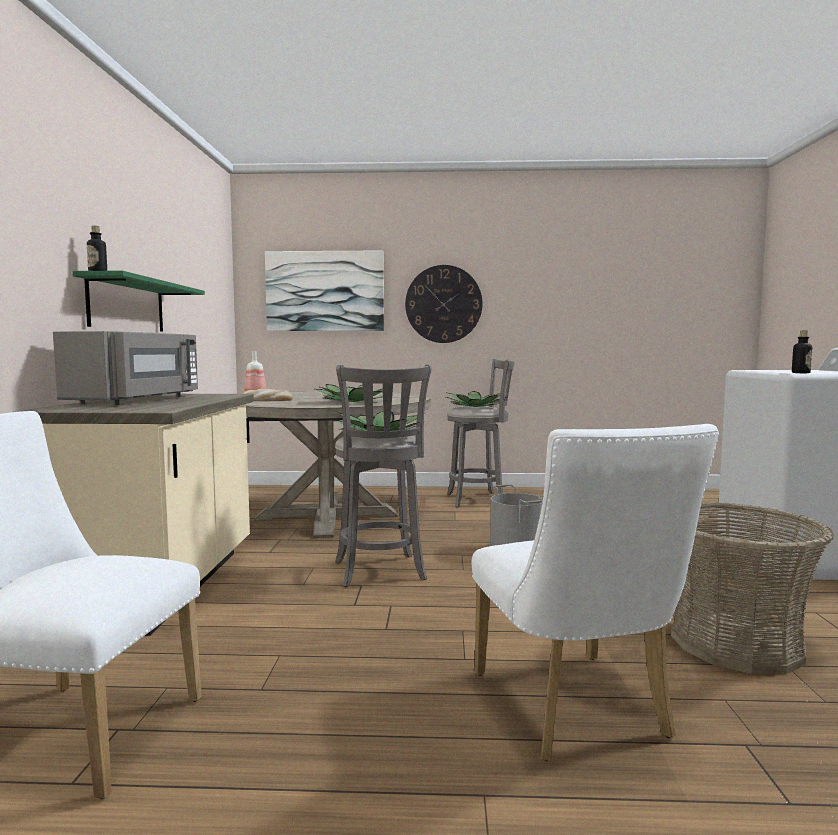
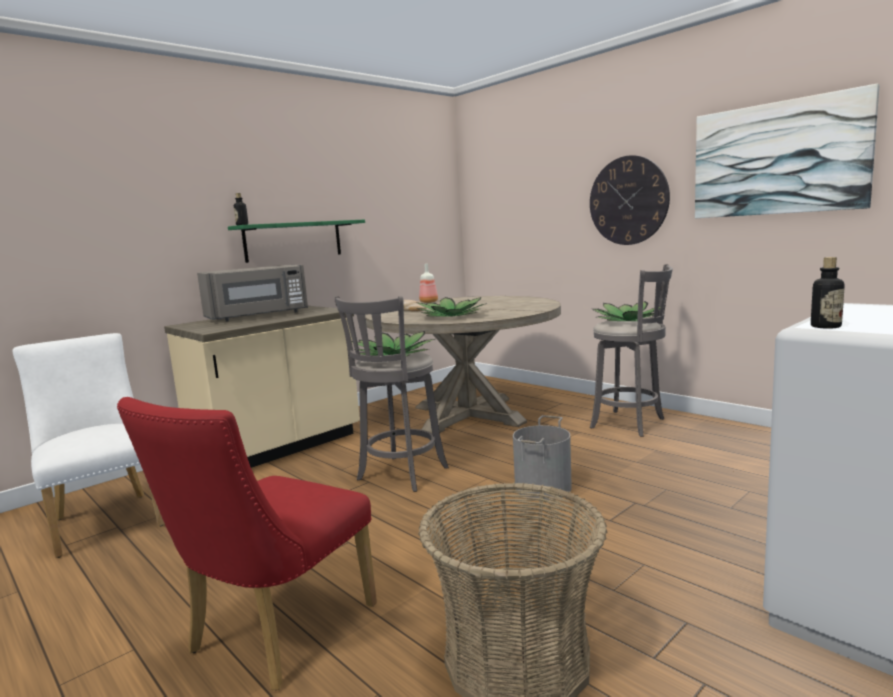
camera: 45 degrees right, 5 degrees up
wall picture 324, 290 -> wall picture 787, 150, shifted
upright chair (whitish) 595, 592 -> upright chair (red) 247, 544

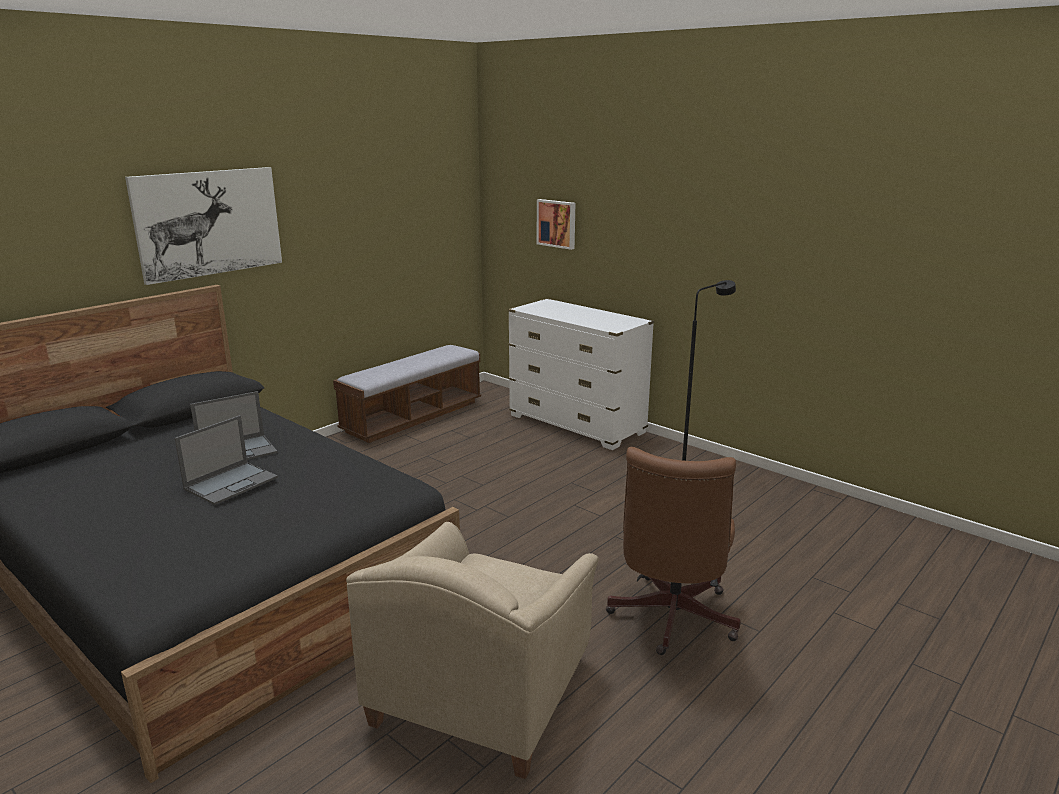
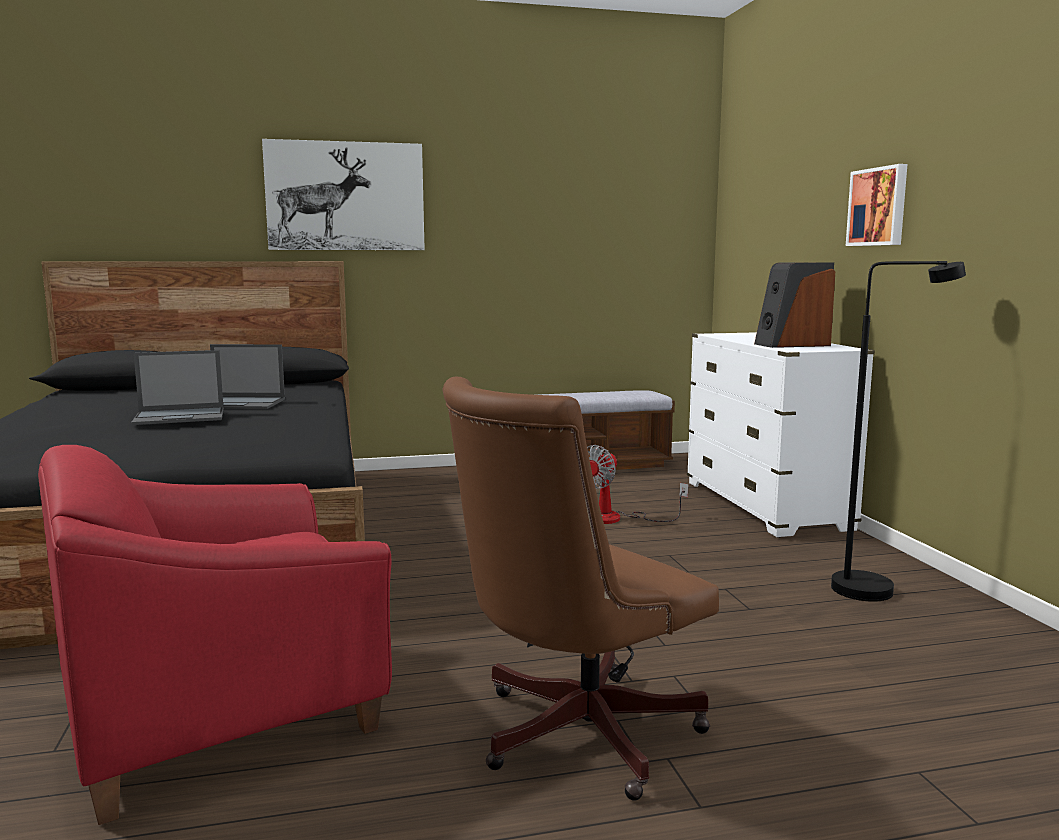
camera: 35 degrees right, 10 degrees down
none -> electric fan 637, 484
none -> audio speaker 794, 305
wall picture 556, 224 -> wall picture 876, 205, shifted
easy chair (sand-coloured) 472, 650 -> easy chair (red) 215, 635

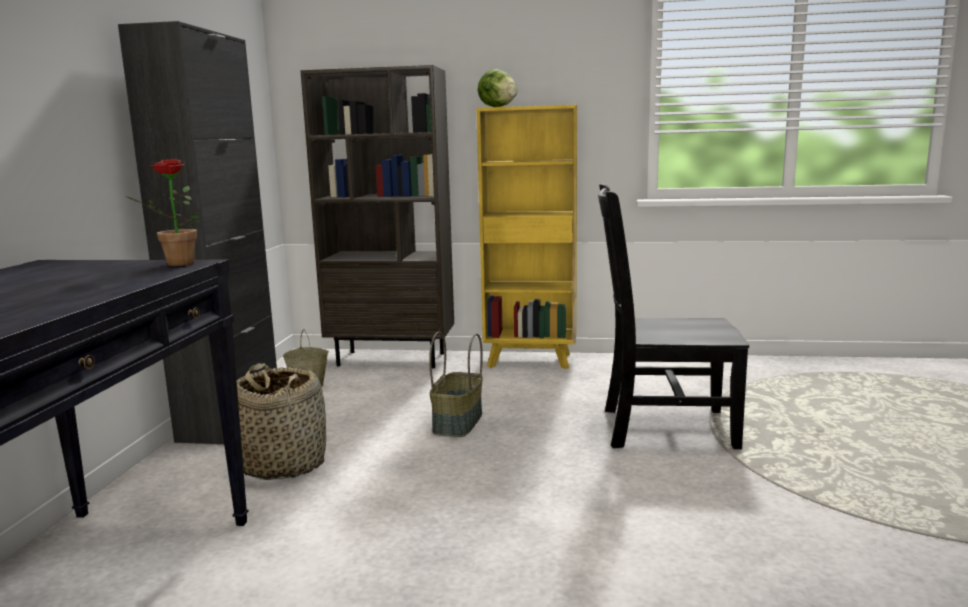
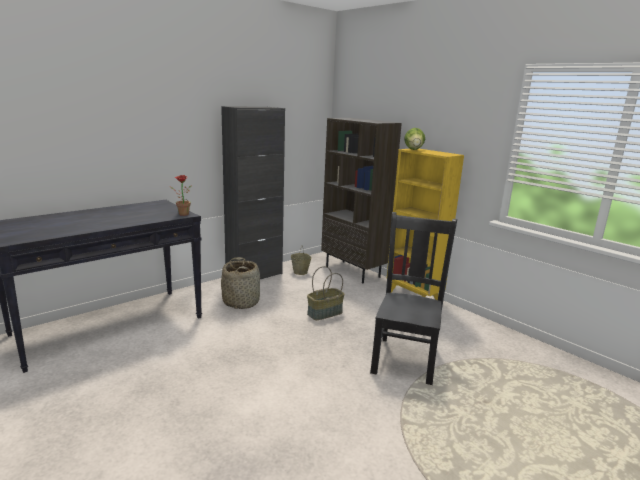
camera: 40 degrees right, 5 degrees up
upright chair (black-coloured) 673, 316 -> upright chair (black-coloured) 413, 298, 60 degrees clockwise

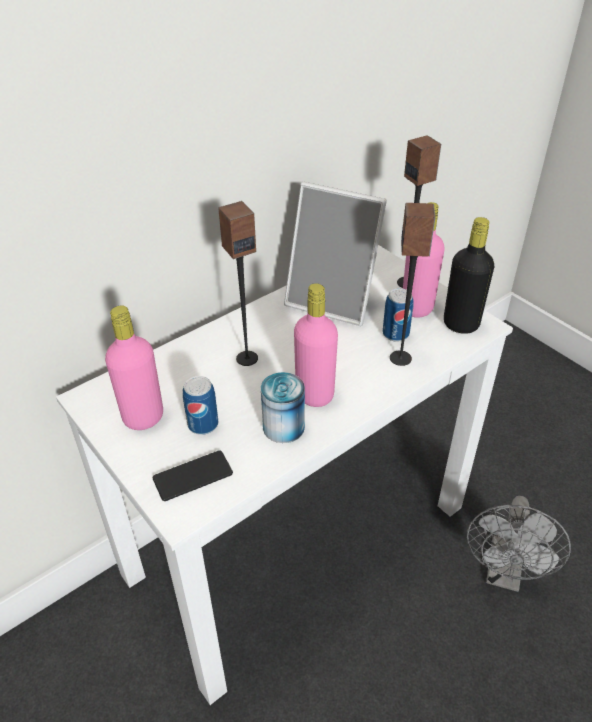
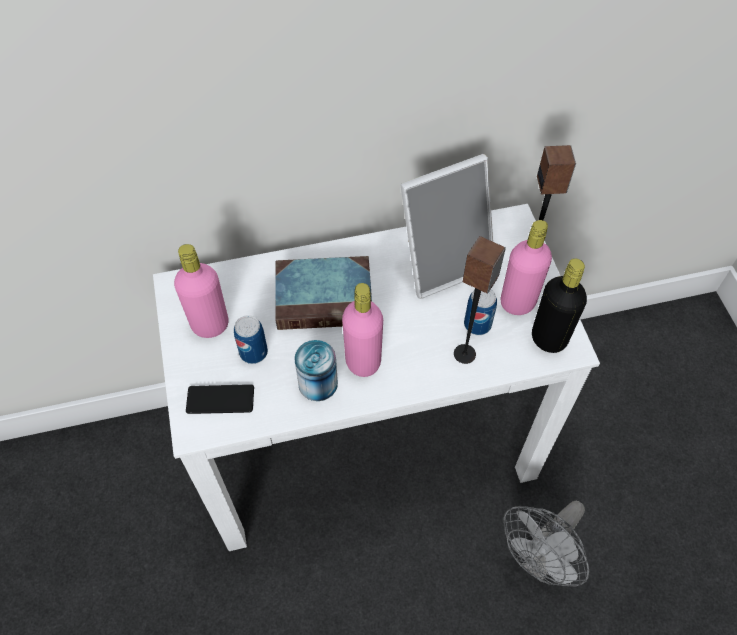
camera: 25 degrees right, 15 degrees up
audio speaker 238, 283 -> bound book 323, 293
standing frame 335, 254 -> standing frame 446, 226, 75 degrees counterclockwise

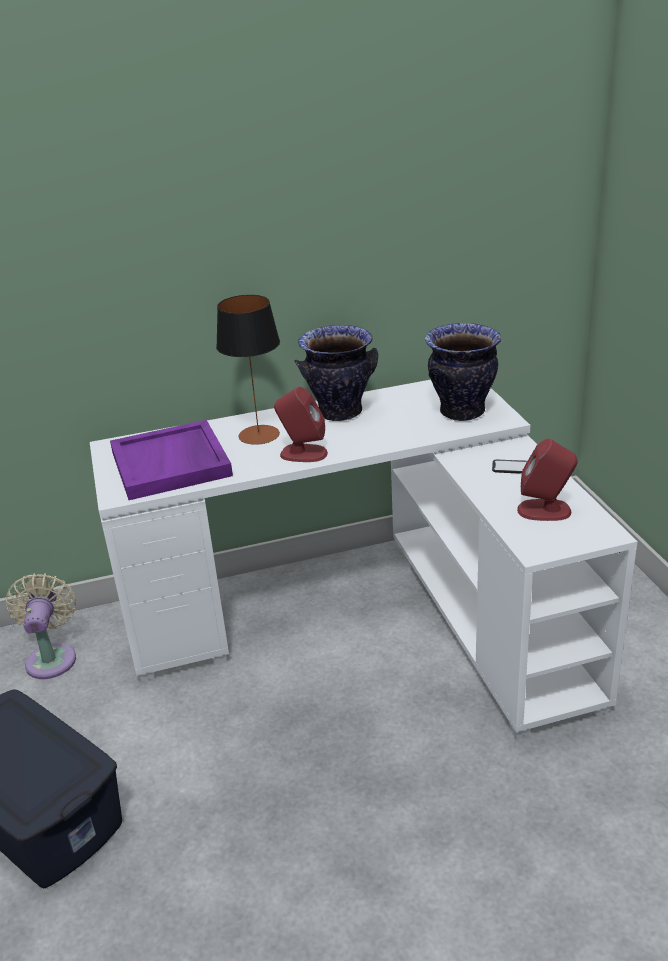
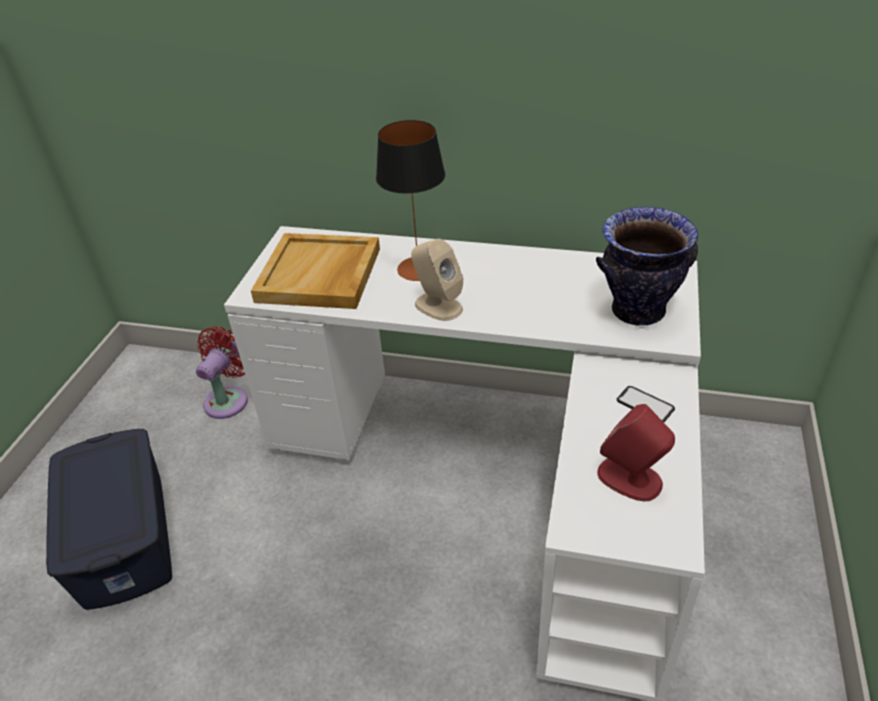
camera: 30 degrees right, 10 degrees up
flower vase 336, 373 -> none
electric fan (sand-coloured) 41, 626 -> electric fan (red) 222, 372
serving tray (purple) 171, 460 -> serving tray (sand-coloured) 315, 271
audio speaker (red) 301, 424 -> audio speaker (sand-coloured) 437, 280

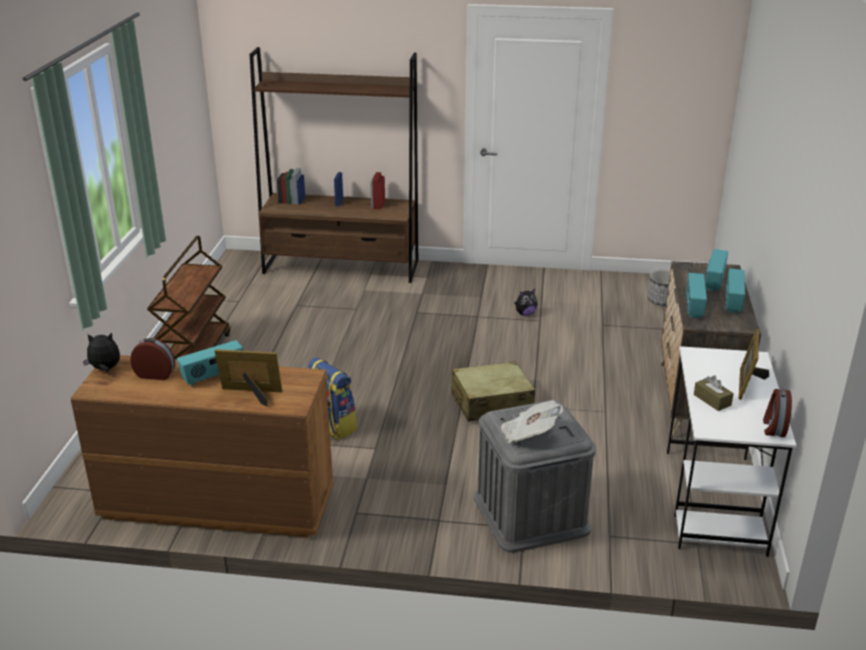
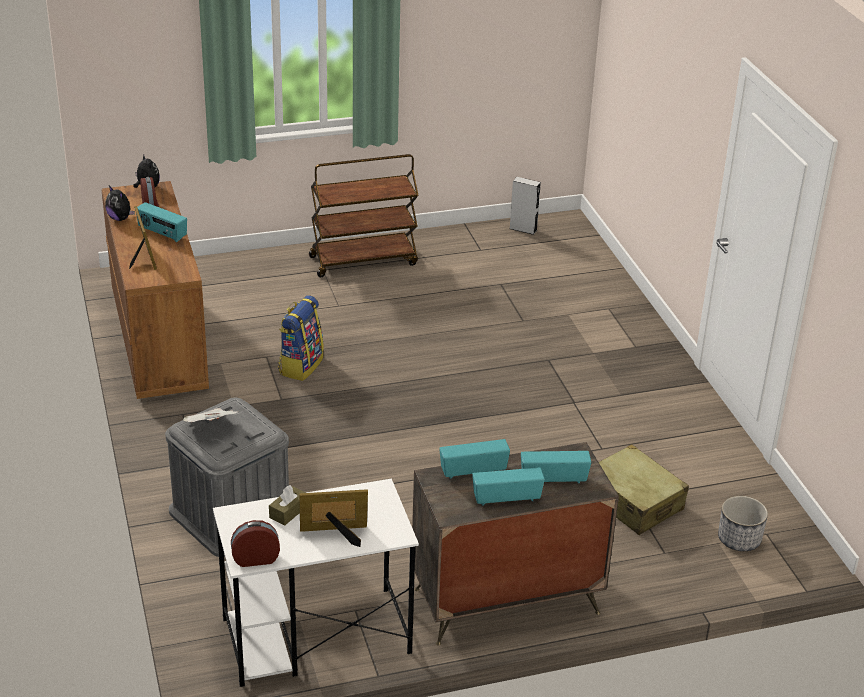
camera: 65 degrees right, 5 degrees up
bookshelf (brown-coloured) 334, 165 -> none
none -> audio speaker (grey) 525, 206
suitcase (sand-coloured) 493, 391 -> suitcase (sand-coloured) 644, 489, shifted
cuddly toy 526, 302 -> cuddly toy 120, 203, shifted

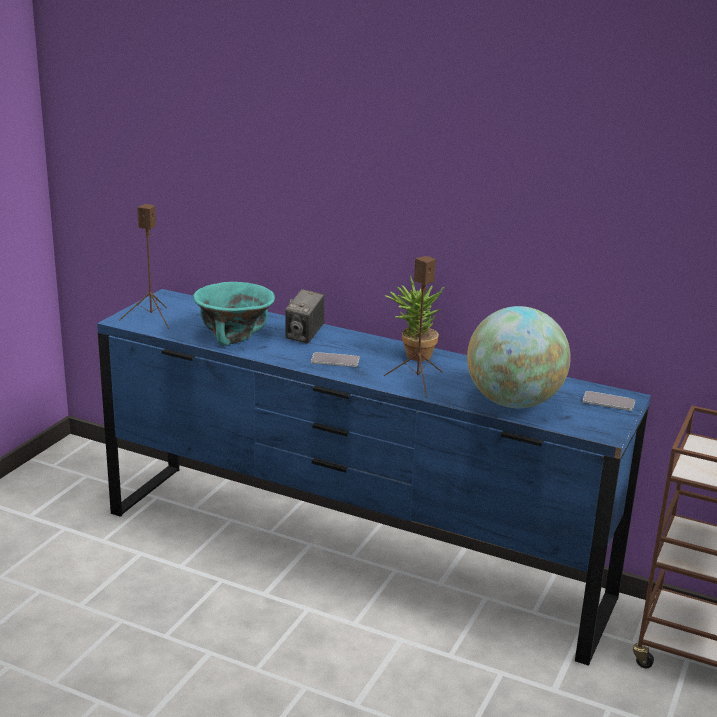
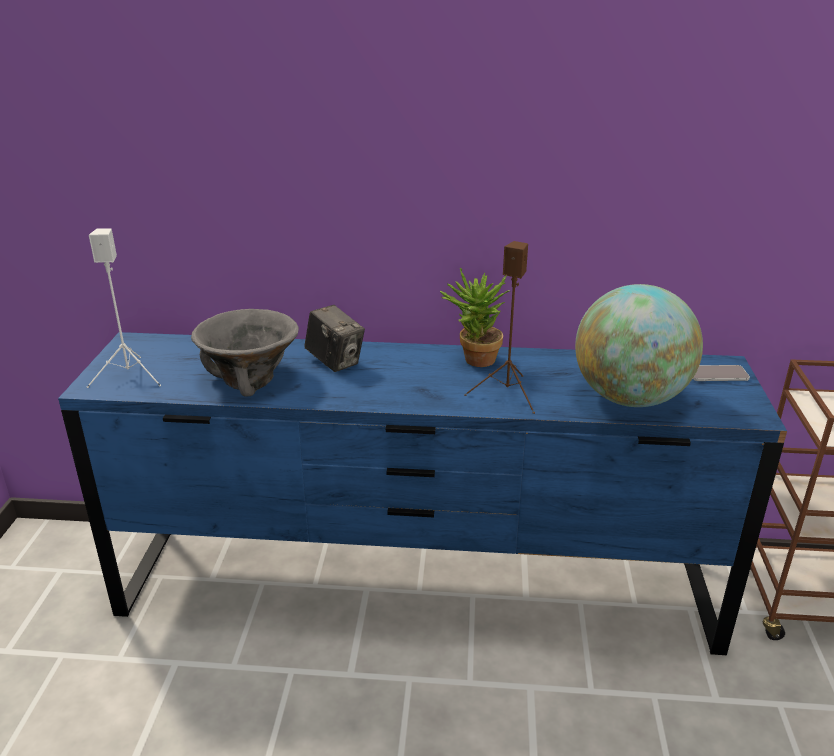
camera: 20 degrees left, 5 degrees up
phone 335, 359 -> none
audio speaker (brown-coloured) 144, 266 -> audio speaker (whitish) 124, 308
deep dish (blue-green) 234, 314 -> deep dish (grey) 245, 353
still camera 305, 316 -> still camera 334, 338, 45 degrees counterclockwise

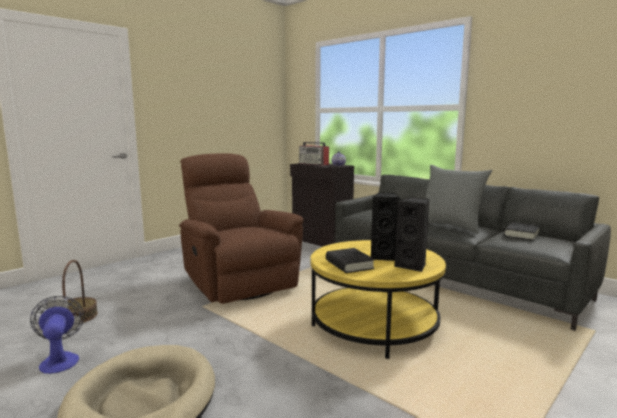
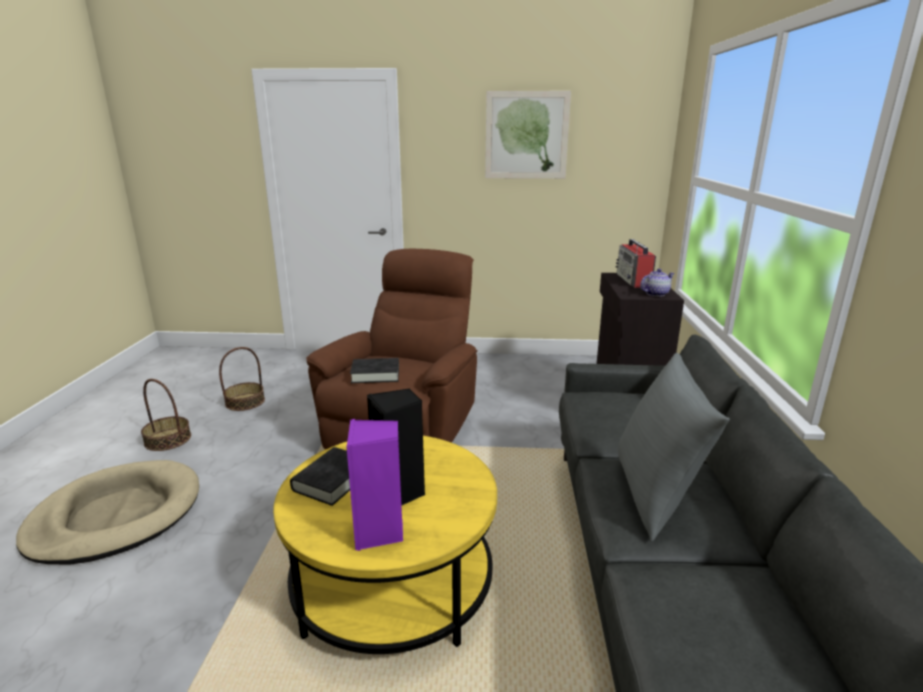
camera: 50 degrees right, 10 degrees up
none -> wall picture 528, 135
bound book (black-coloured) 522, 231 -> bound book (black-coloured) 374, 370, shifted
electric fan 57, 335 -> basket 166, 415
audio speaker (black-coloured) 411, 234 -> audio speaker (purple) 374, 485

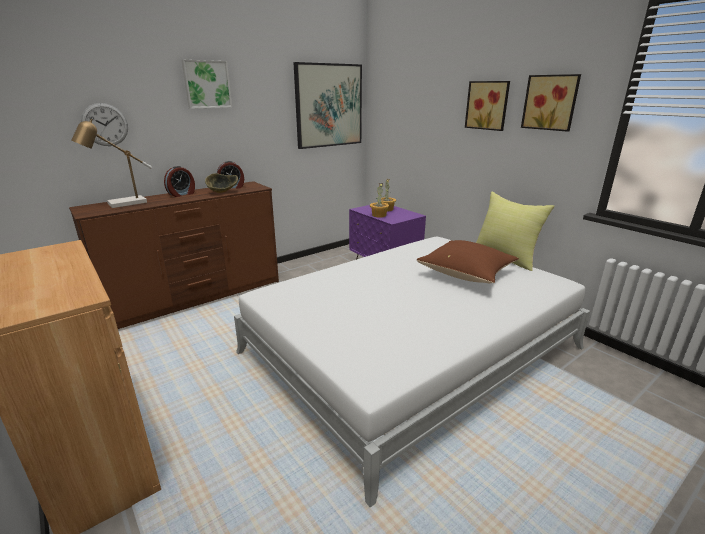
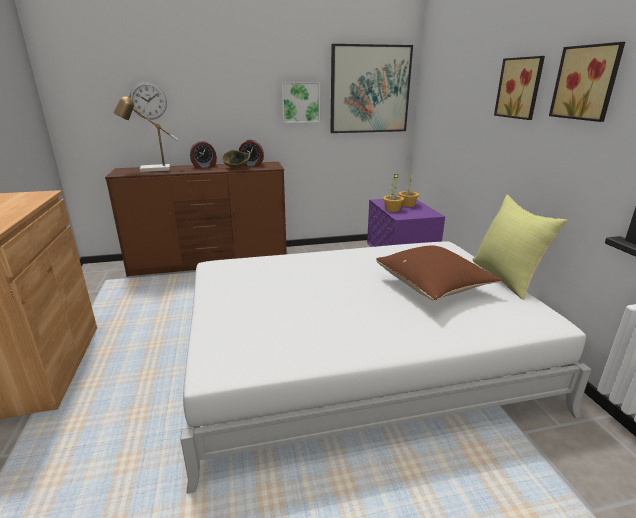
camera: 25 degrees right, 0 degrees up
wall picture 206, 84 -> wall picture 300, 102, shifted

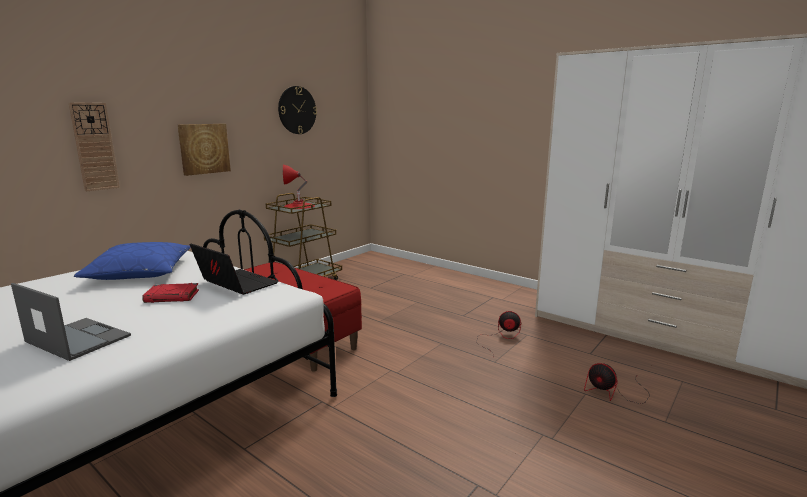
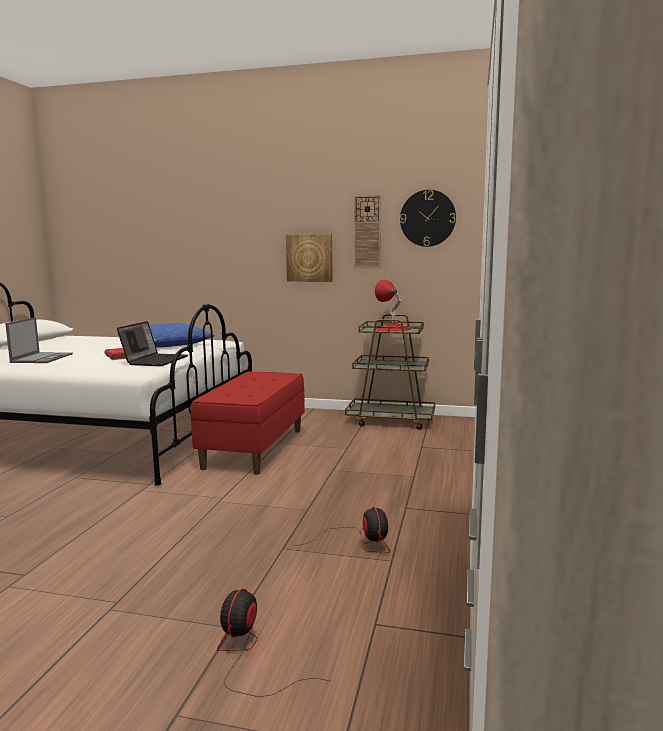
camera: 65 degrees right, 5 degrees down
clock on the wall 94, 146 -> clock on the wall 367, 231, shifted

